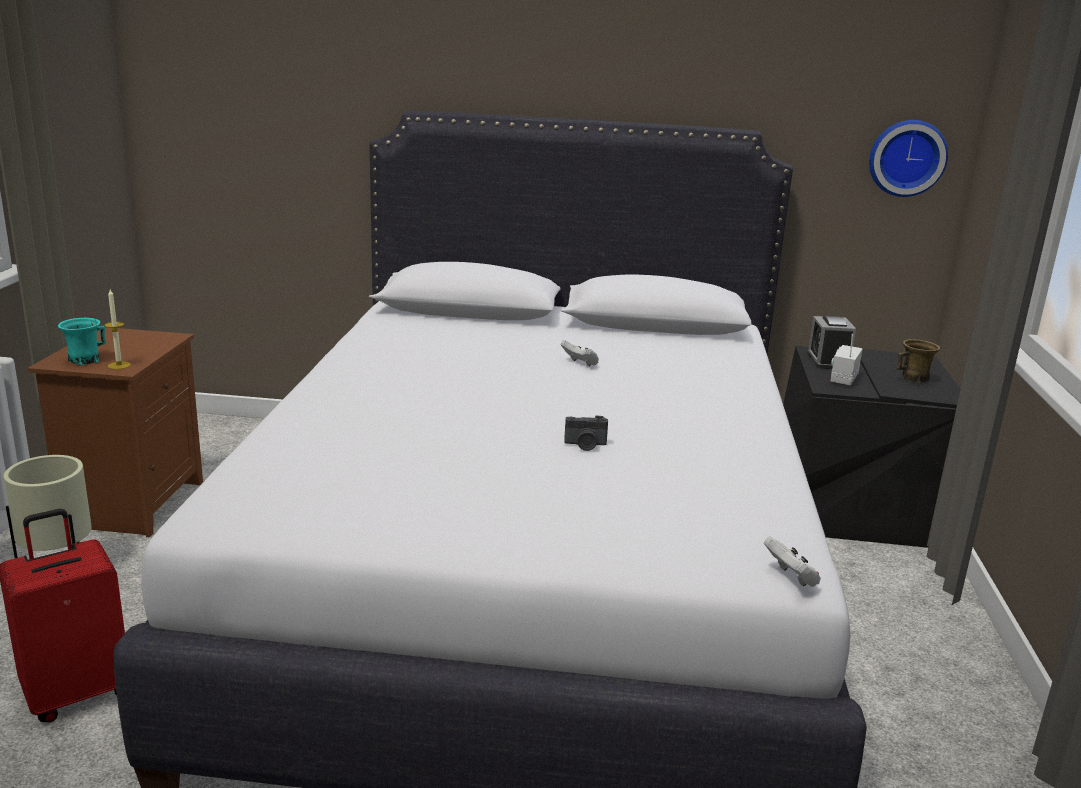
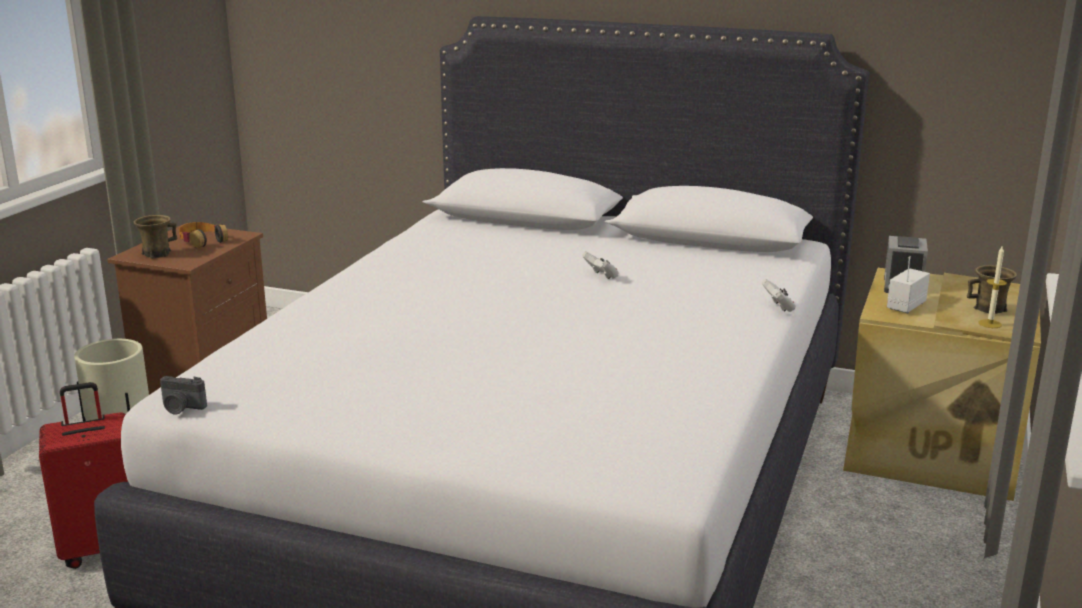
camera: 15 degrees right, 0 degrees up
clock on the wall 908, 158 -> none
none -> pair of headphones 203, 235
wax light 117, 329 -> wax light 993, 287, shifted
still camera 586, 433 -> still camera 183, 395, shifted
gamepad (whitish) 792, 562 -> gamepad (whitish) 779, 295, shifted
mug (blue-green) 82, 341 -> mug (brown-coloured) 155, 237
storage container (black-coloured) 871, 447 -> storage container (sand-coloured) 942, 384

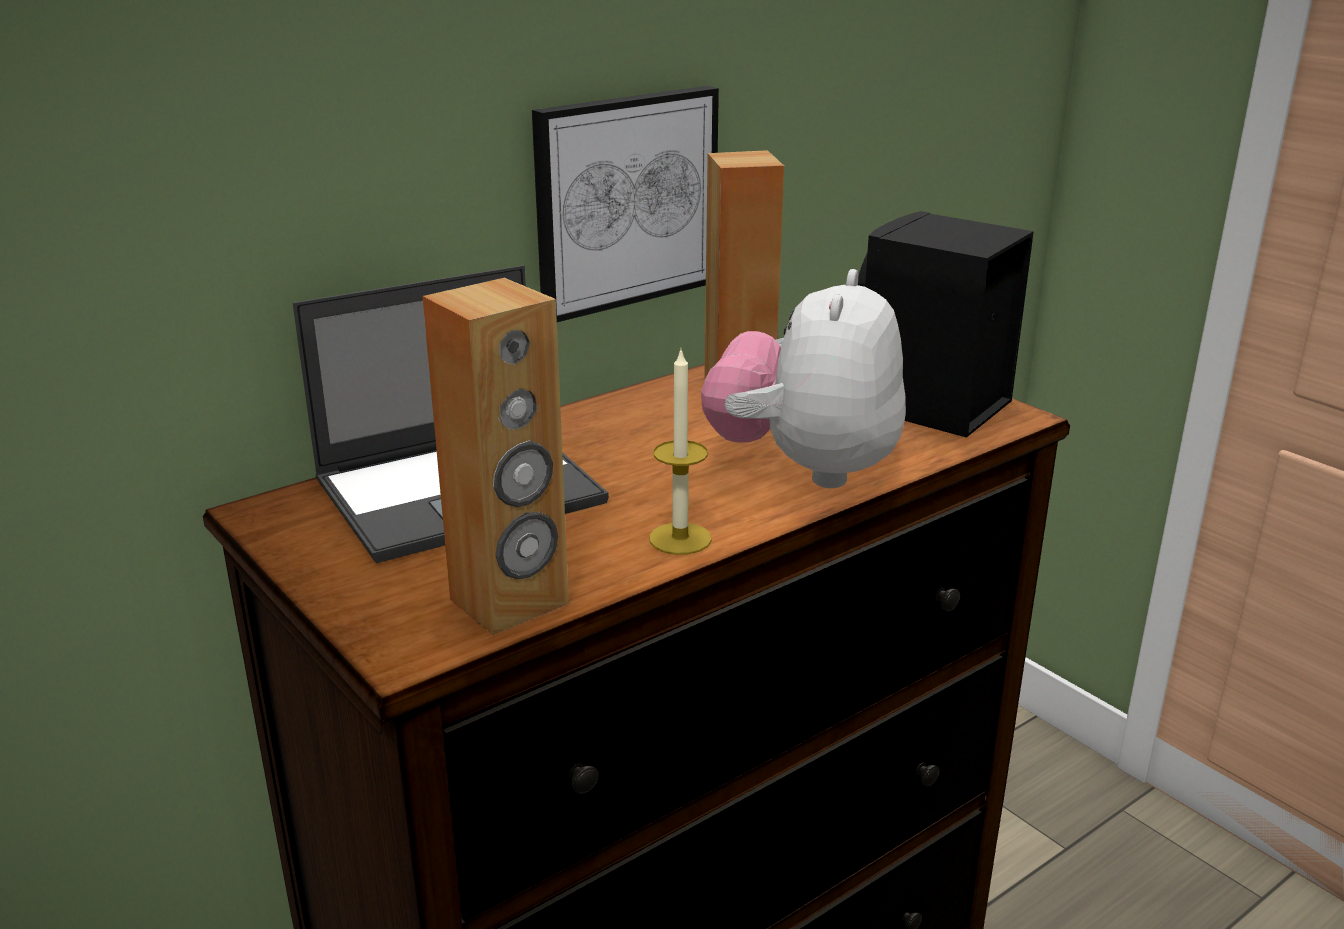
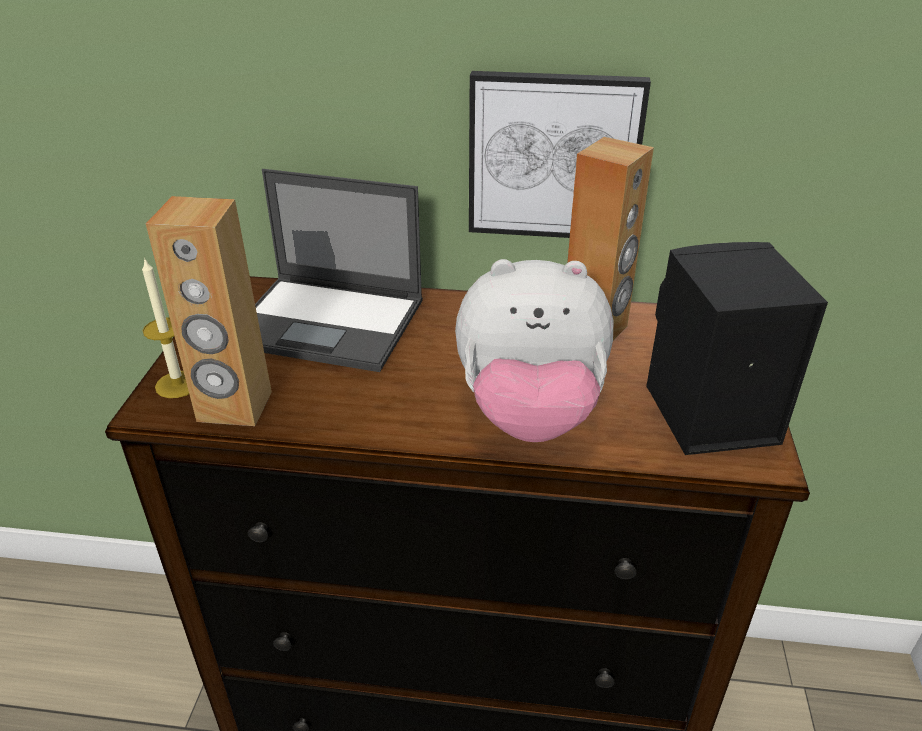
camera: 45 degrees right, 10 degrees up
wax light 680, 451 -> wax light 165, 327, shifted
cuddly toy 803, 378 -> cuddly toy 534, 350, 150 degrees counterclockwise

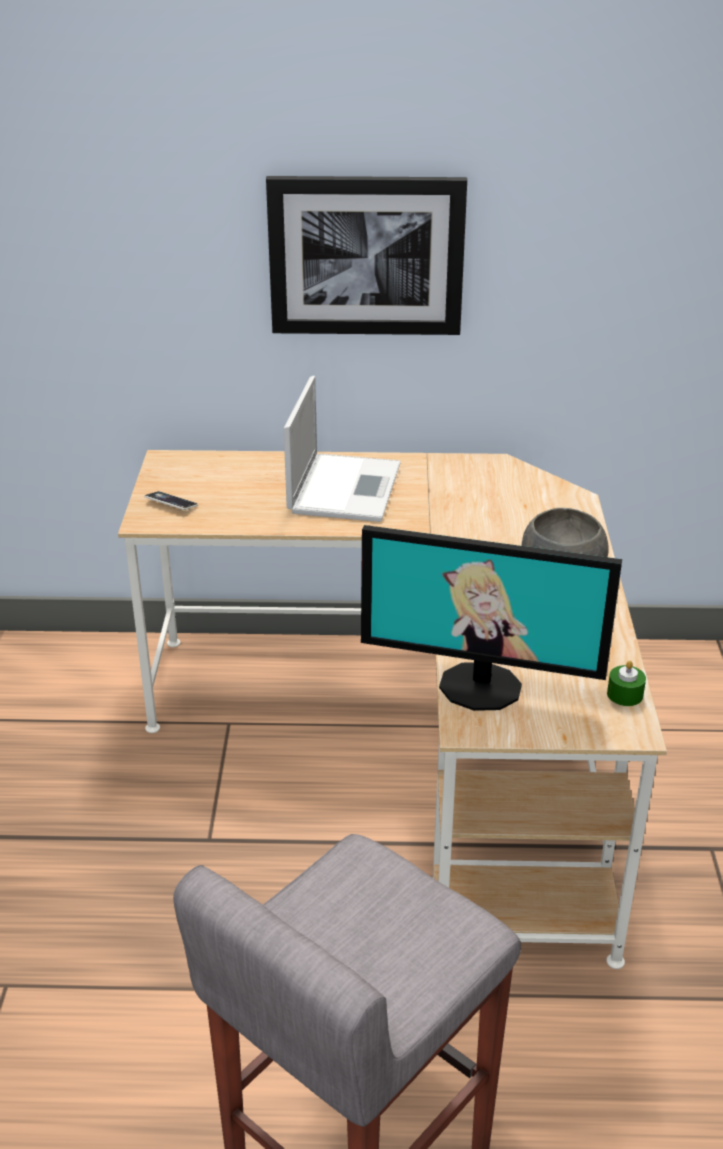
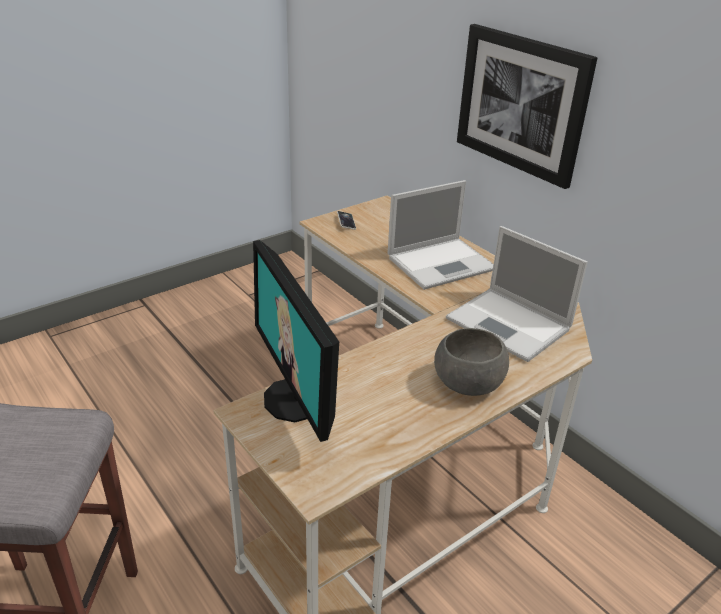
camera: 50 degrees right, 0 degrees up
wax light (greenish) 626, 683 -> none
none -> portable computer 517, 294

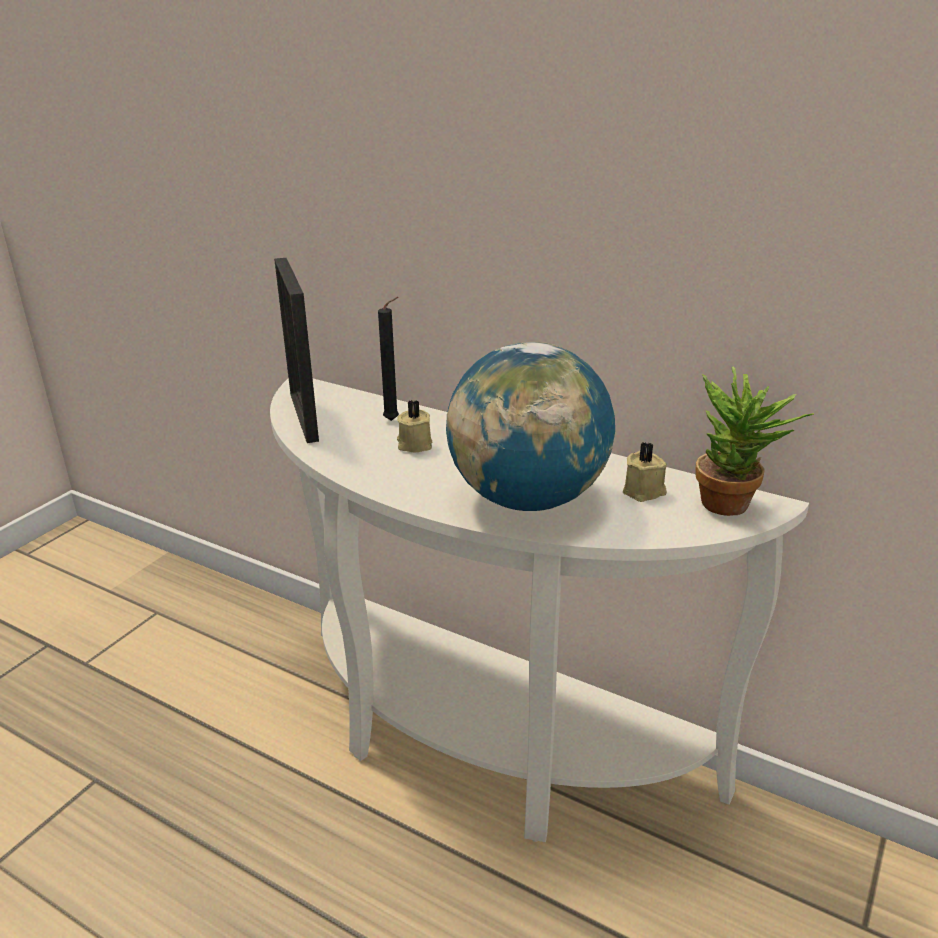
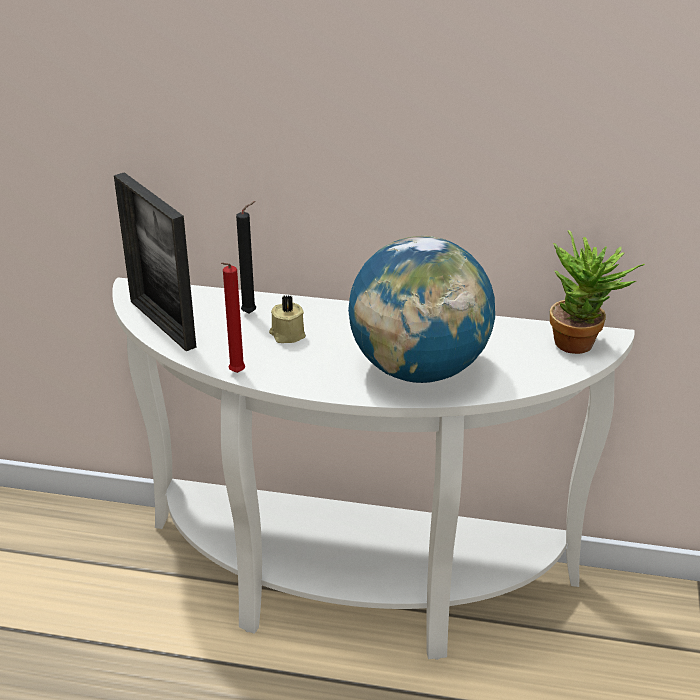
camera: 20 degrees left, 5 degrees up
wax light (sand-coloured) 645, 472 -> none
none -> wax light (red) 233, 317

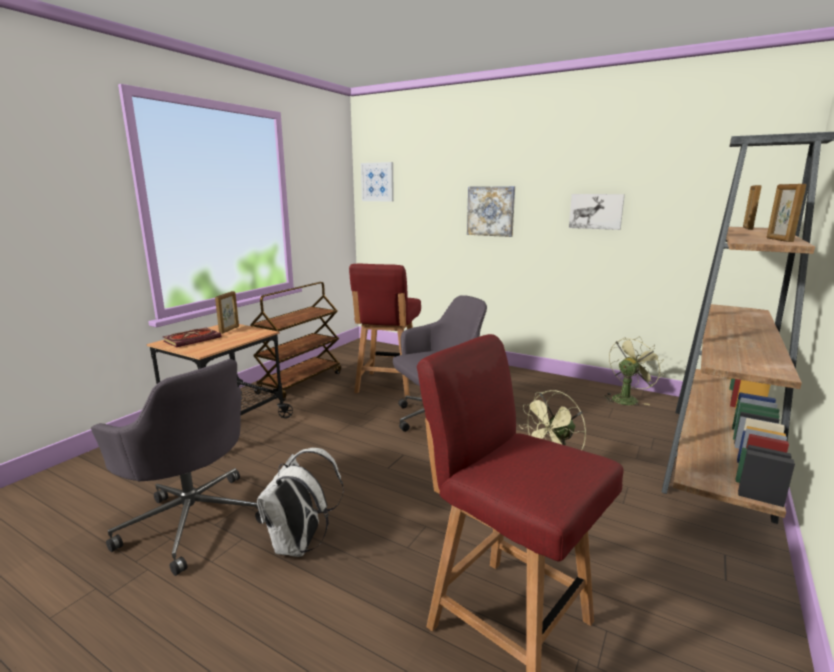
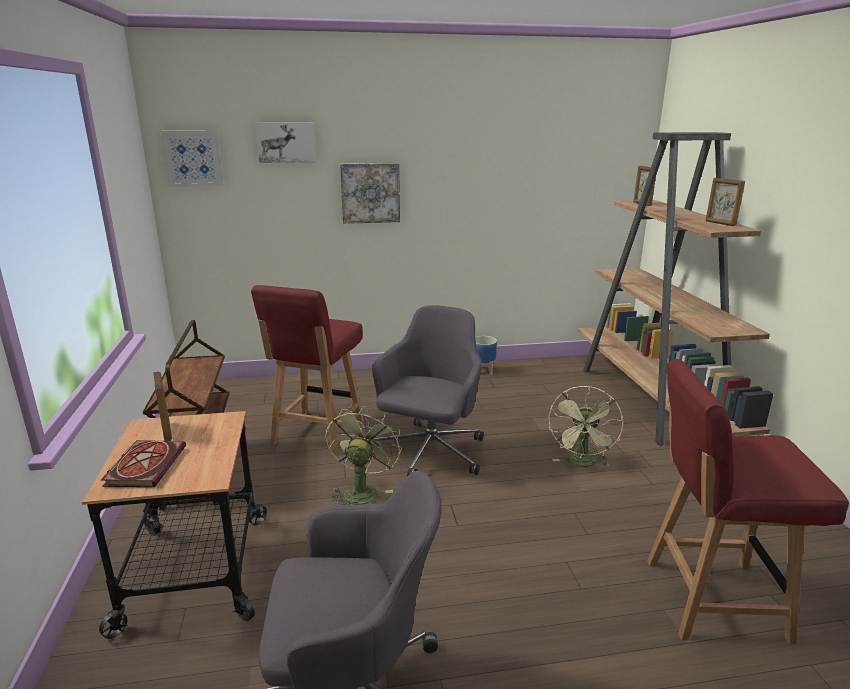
camera: 40 degrees left, 5 degrees up
rucksack (whitish) 300, 502 -> none
none -> planter 486, 355
wall picture 597, 212 -> wall picture 285, 142, shifted
electric fan (greenish) 633, 370 -> electric fan (greenish) 364, 455, shifted
upright chair (red) 385, 330 -> upright chair (red) 307, 370, 45 degrees clockwise

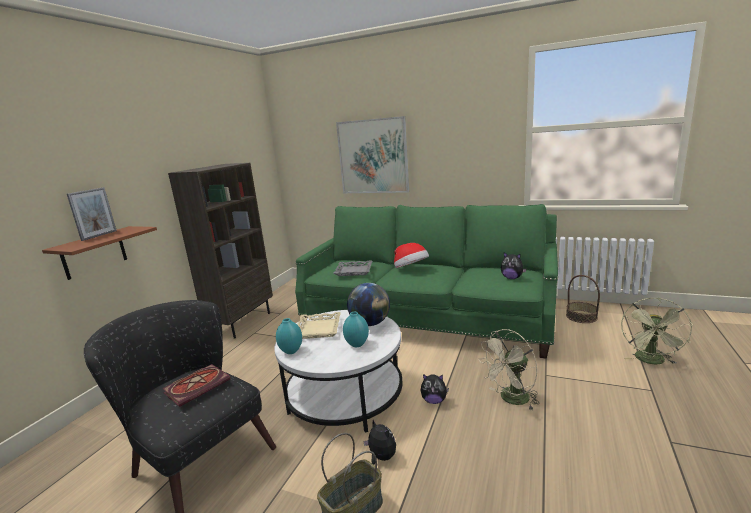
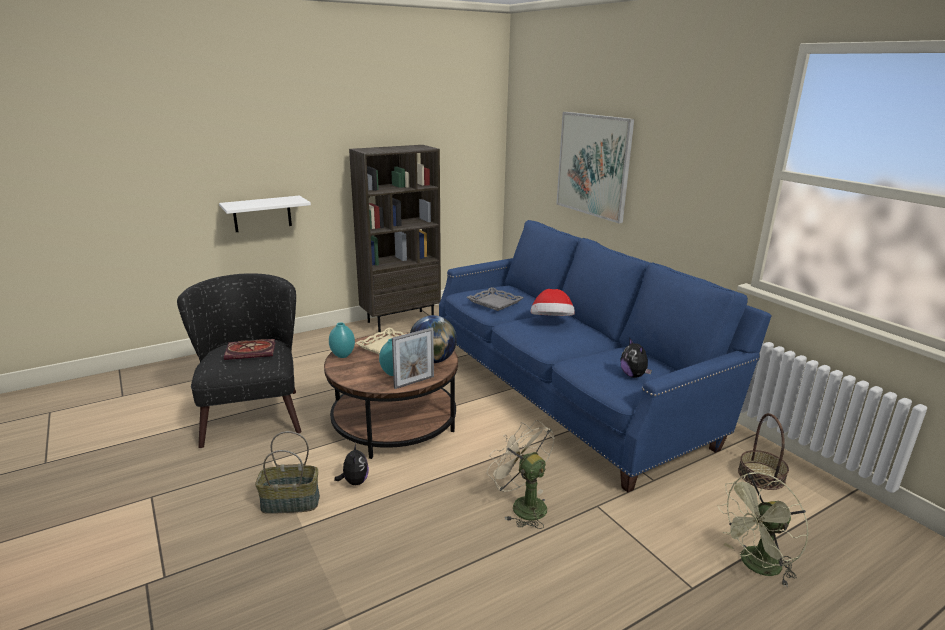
camera: 35 degrees right, 5 degrees up
cuddly toy 435, 389 -> none
standing frame 92, 214 -> standing frame 413, 358, shifted
bracket shelf (brown-coloured) 99, 253 -> bracket shelf (whitish) 265, 213
lounge table (whitish) 338, 371 -> lounge table (brown-coloured) 391, 396
couch (greenish) 426, 281 -> couch (blue-coloured) 605, 356
electric fan (sand-coloured) 509, 370 -> electric fan (sand-coloured) 521, 474, 45 degrees clockwise

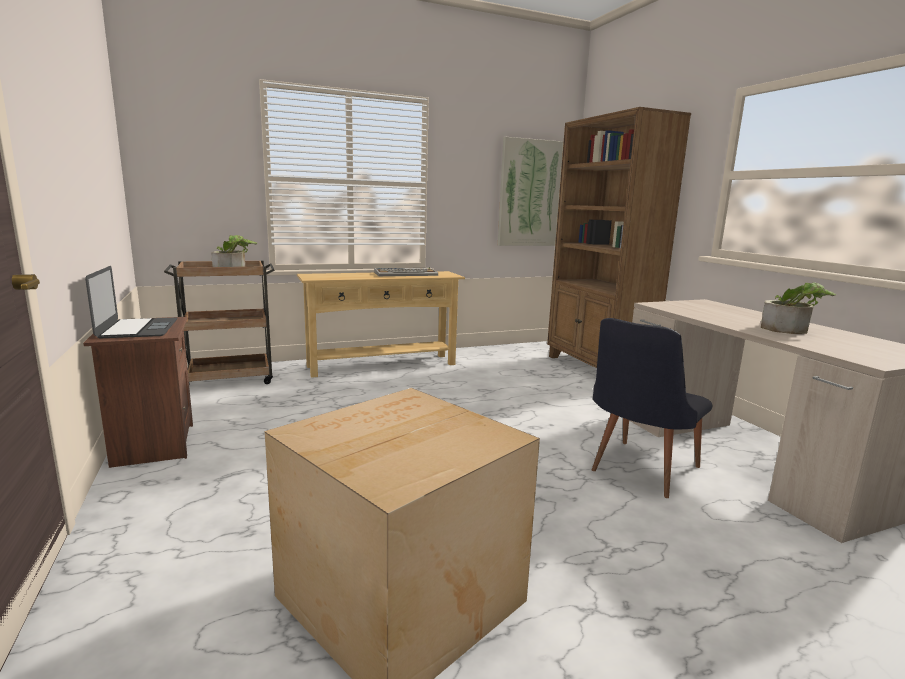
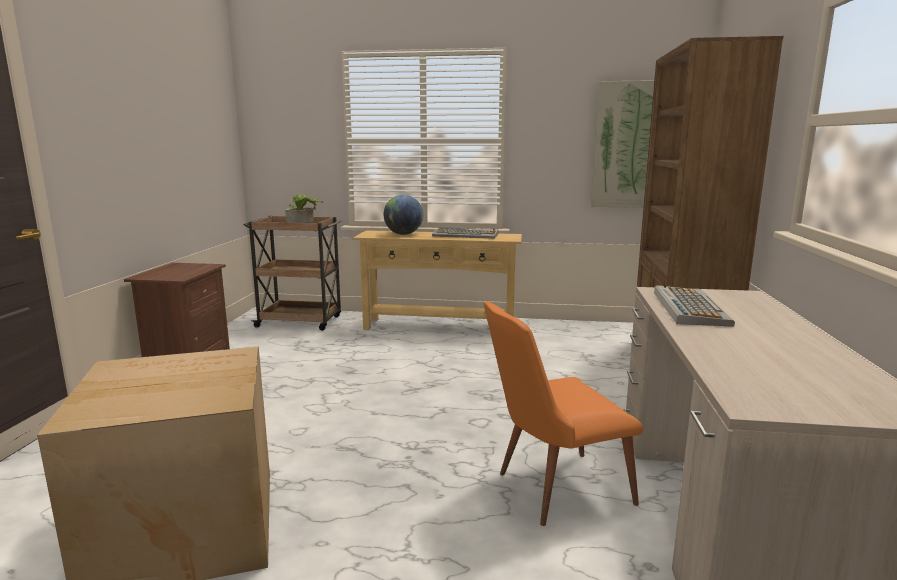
camera: 30 degrees right, 0 degrees up
portable computer 131, 302 -> none
houseplant 798, 308 -> none
none -> globe 403, 215
none -> computer keyboard 694, 306
upright chair (black-coloured) 652, 408 -> upright chair (orange) 563, 413

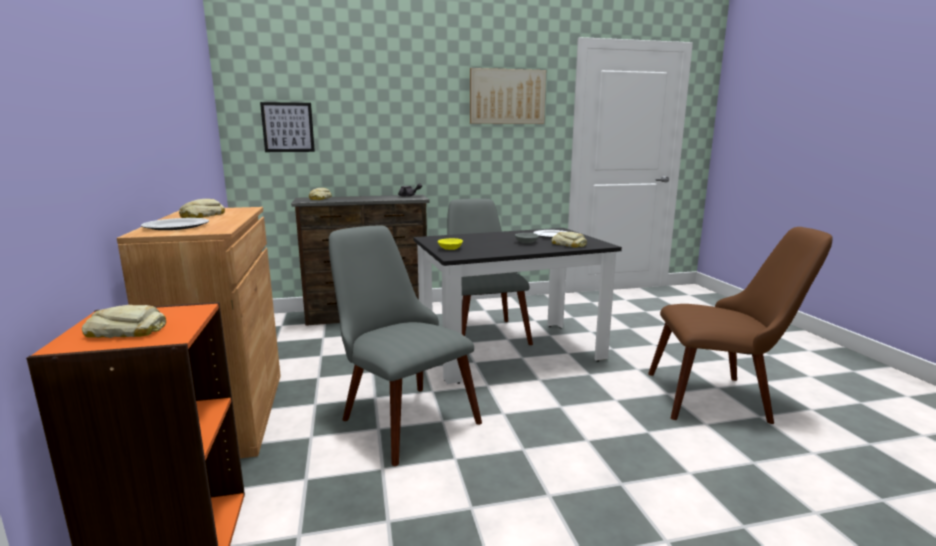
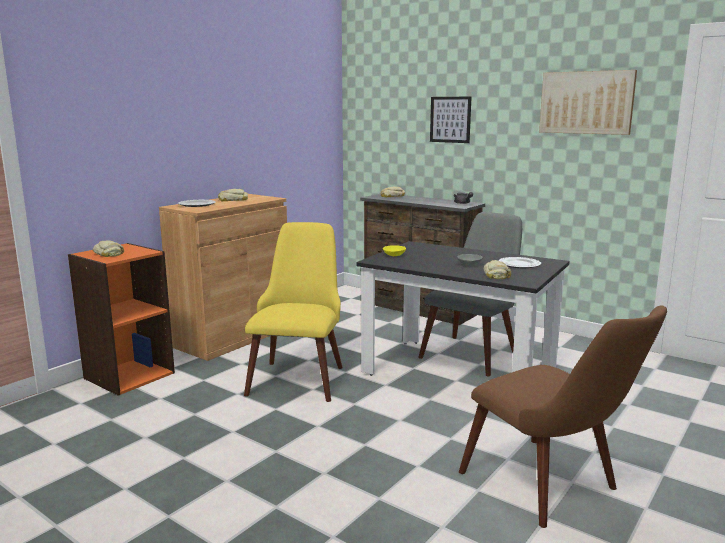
camera: 50 degrees right, 0 degrees up
wall picture 287, 127 -> wall picture 451, 120, shifted
upright chair (grey) 405, 346 -> upright chair (yellowish) 293, 312

